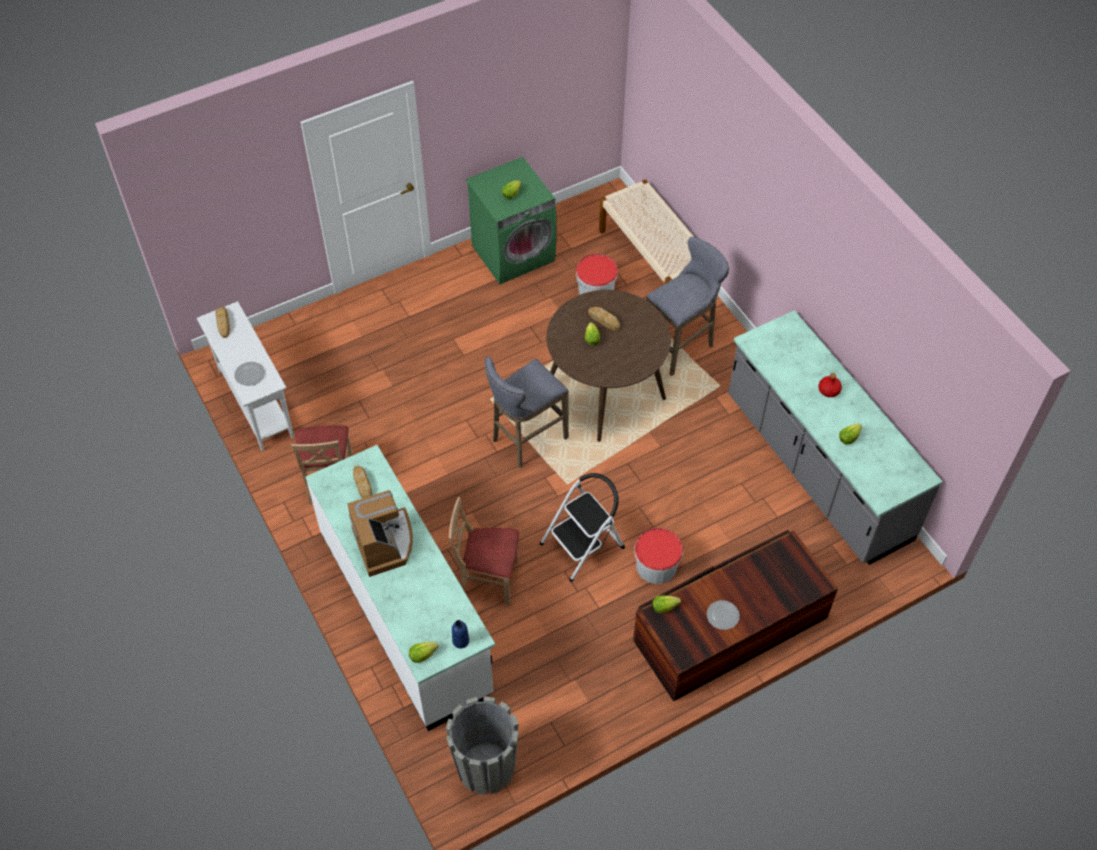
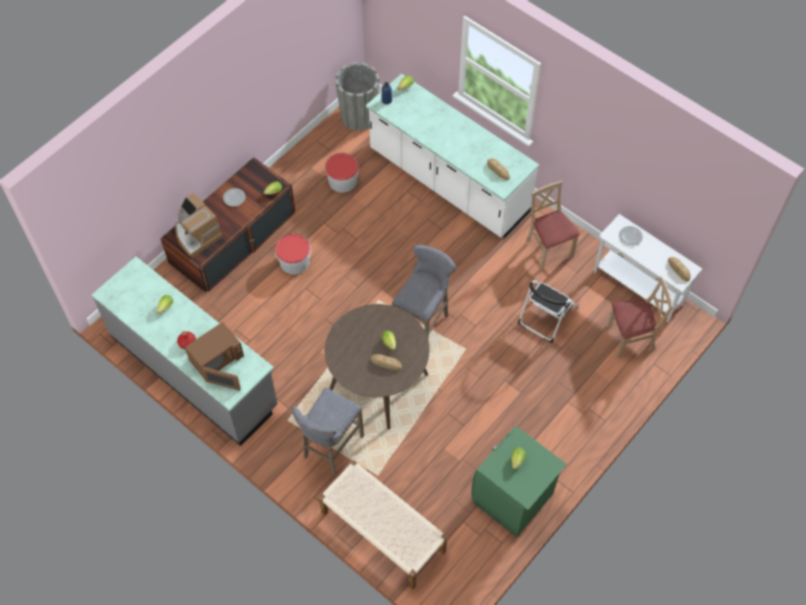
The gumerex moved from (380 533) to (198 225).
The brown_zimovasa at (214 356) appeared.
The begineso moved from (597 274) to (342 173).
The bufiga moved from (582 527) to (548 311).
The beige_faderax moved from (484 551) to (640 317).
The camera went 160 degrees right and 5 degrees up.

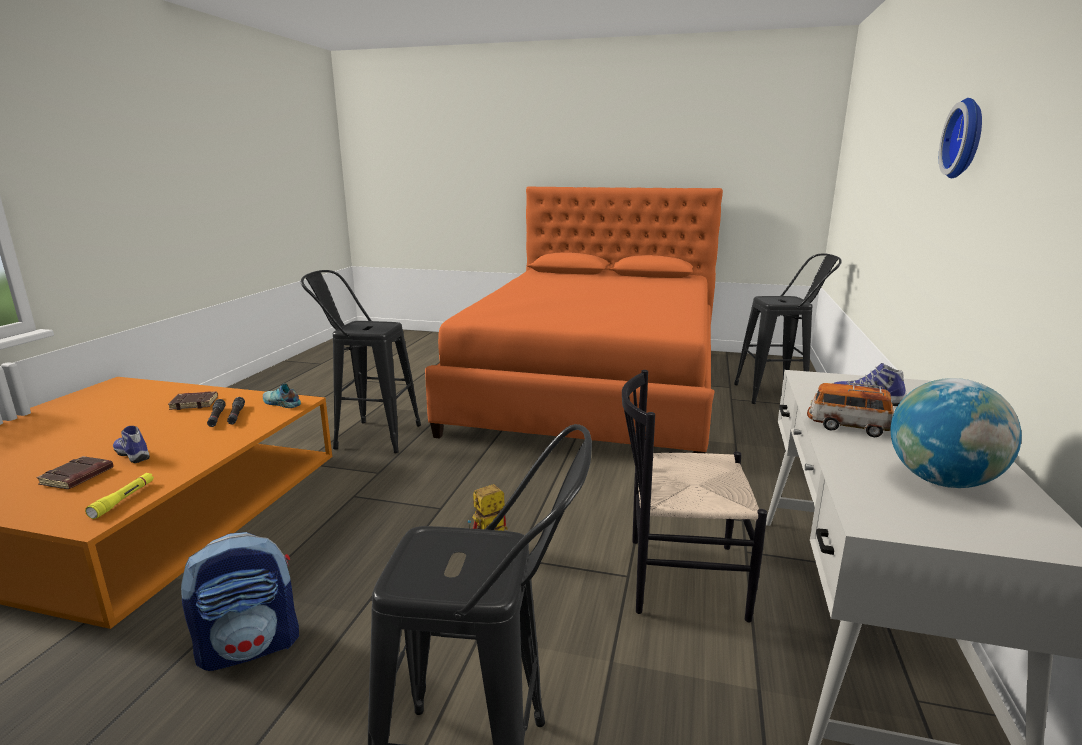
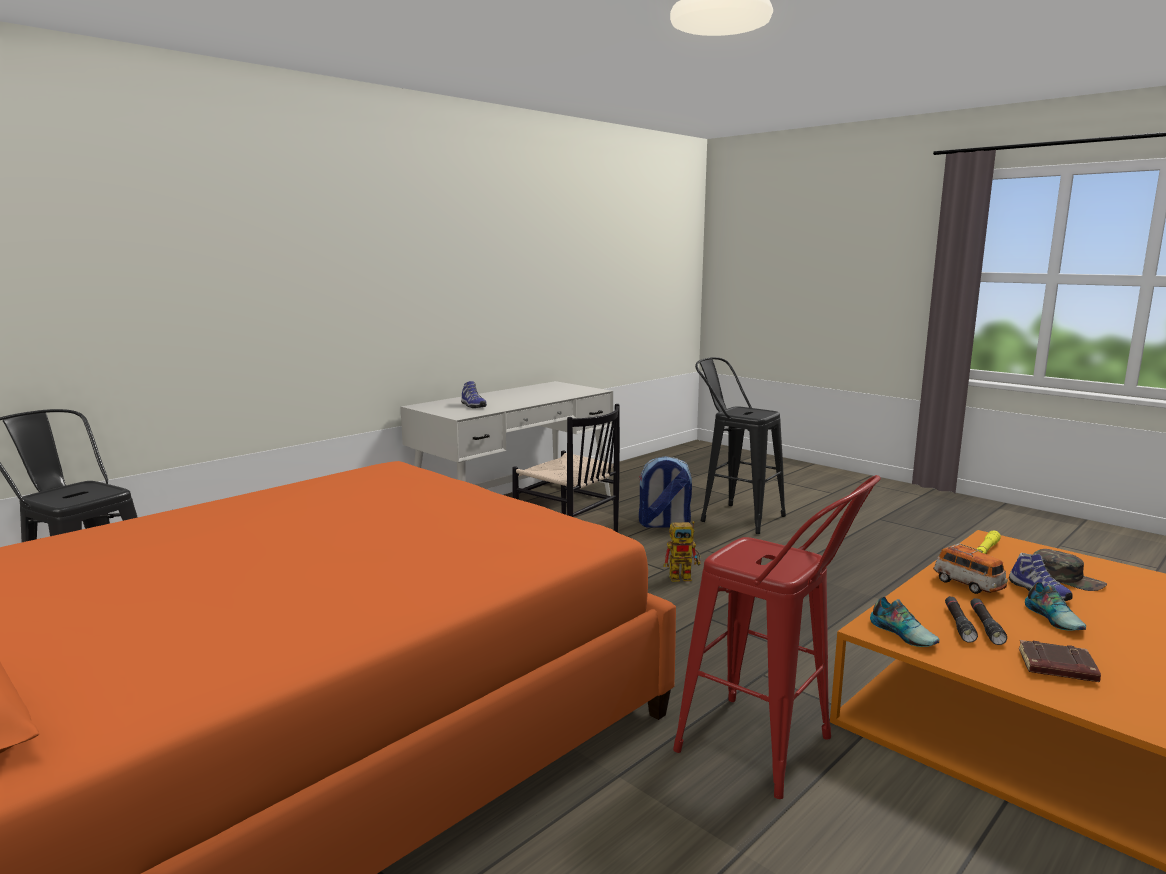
The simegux moved from (240 601) to (665 492).
The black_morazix at (361 361) became the red_morazix at (777 637).
The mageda moved from (850 410) to (970 568).
The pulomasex at (1055 606) appeared.
The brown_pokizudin at (75 472) was replaced by the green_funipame at (1070 570).
The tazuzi at (956 433) disappeared.
The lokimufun at (960 138) disappeared.
The camera went 150 degrees left and 5 degrees down.

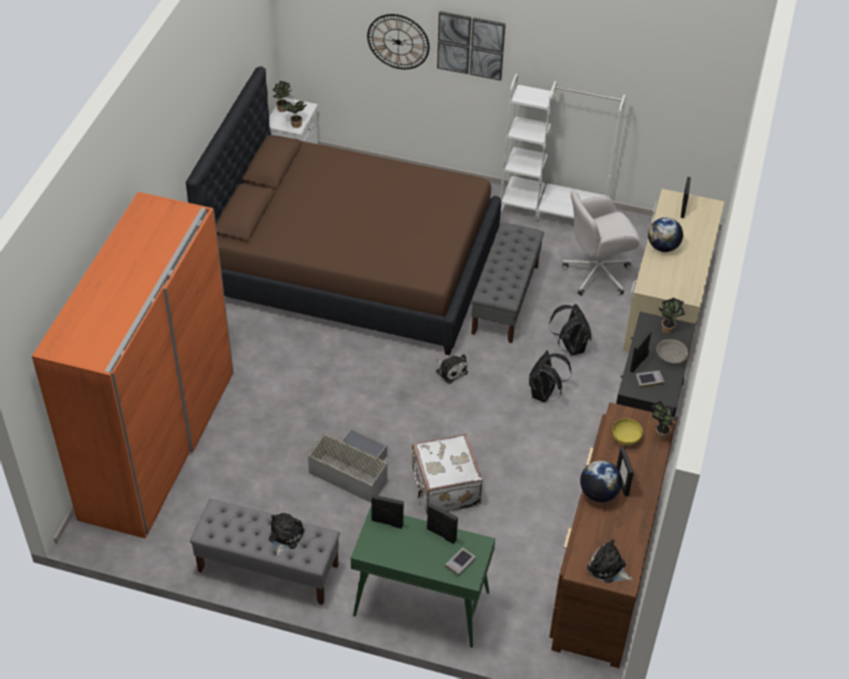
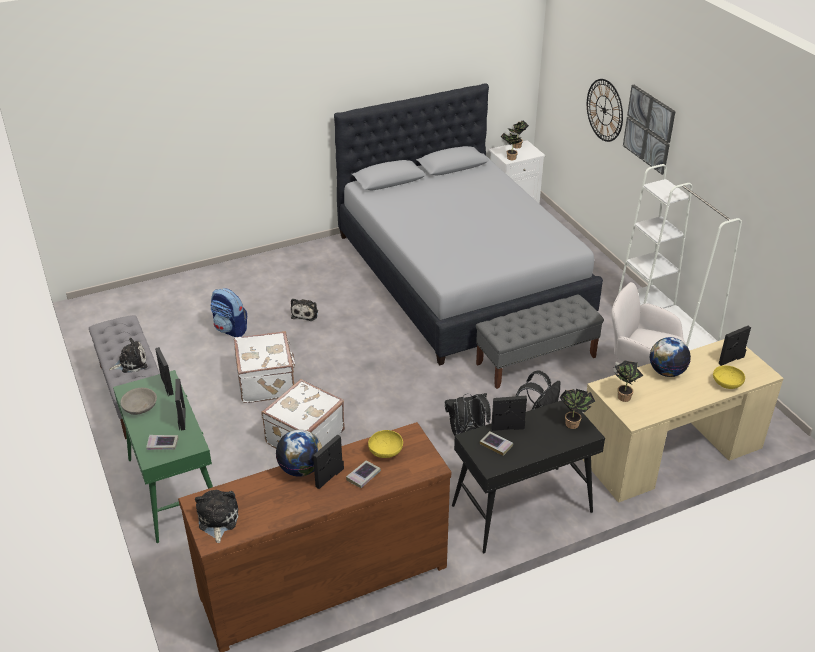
The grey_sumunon moved from (672 352) to (138 401).
The simegux at (228 312) appeared.
The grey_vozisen at (347 466) was replaced by the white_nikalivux at (264 367).
The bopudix moved from (451 369) to (304 309).
The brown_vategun at (343 210) became the grey_vategun at (468 224).
The pokizudin at (363 474) appeared.
The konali moved from (664 420) to (629 381).
The yellow_sumunon at (729 377) appeared.
The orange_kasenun at (133 365) disappeared.
The camera went 50 degrees right and 10 degrees down.

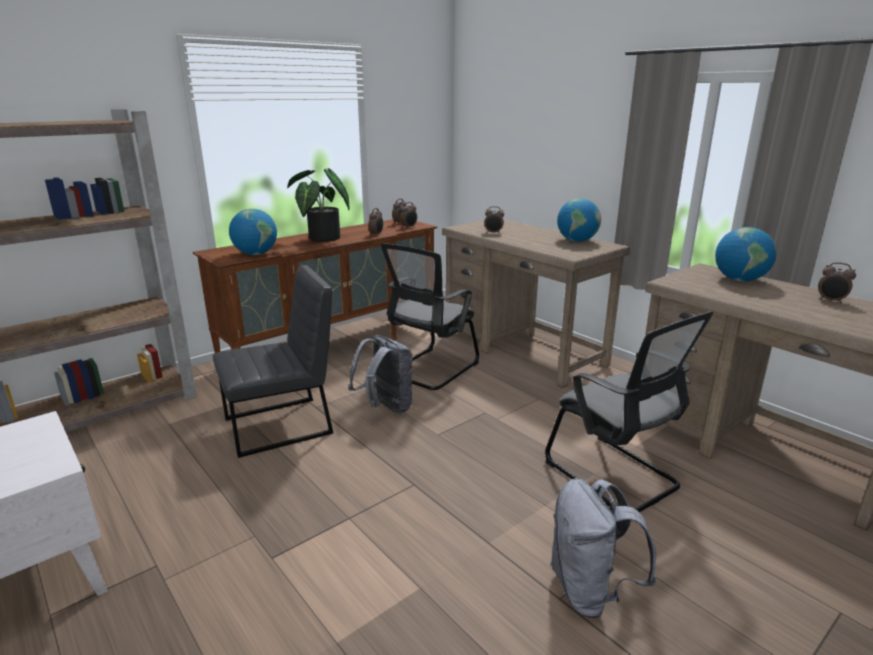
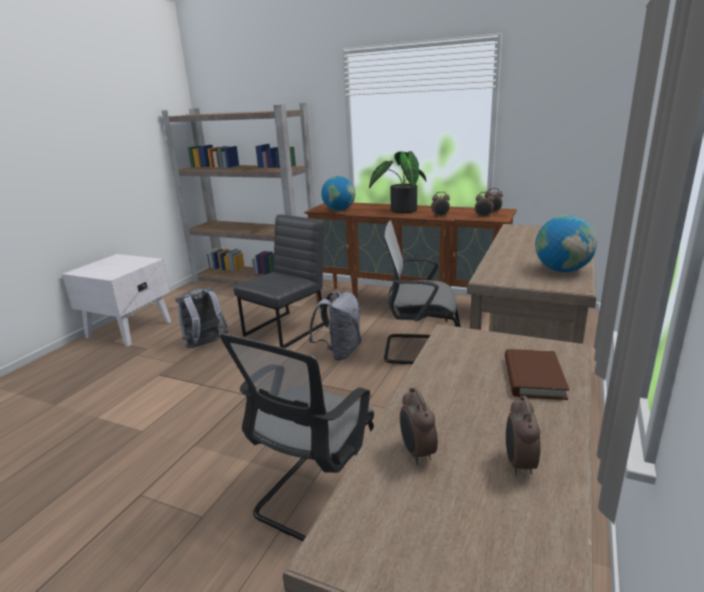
The grey_simegux moved from (603 548) to (202 317).
The grey_faderax at (273 361) turned 90 degrees counterclockwise.
The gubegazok moved from (494 220) to (419 426).
The tazuzi at (746 254) was replaced by the brown_pokizudin at (537 374).
The camera went 65 degrees right and 0 degrees up.

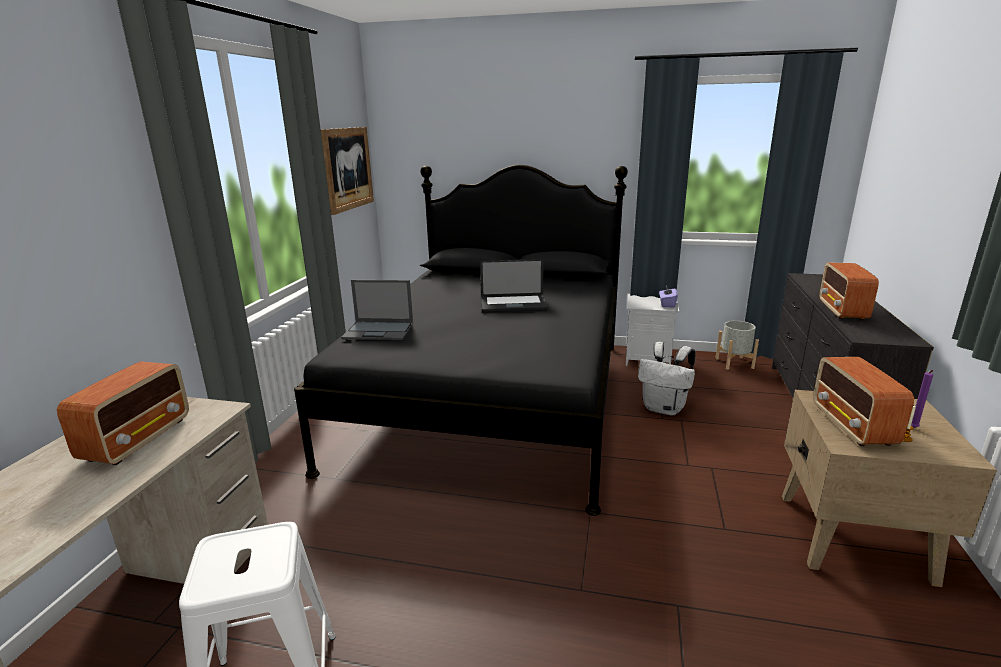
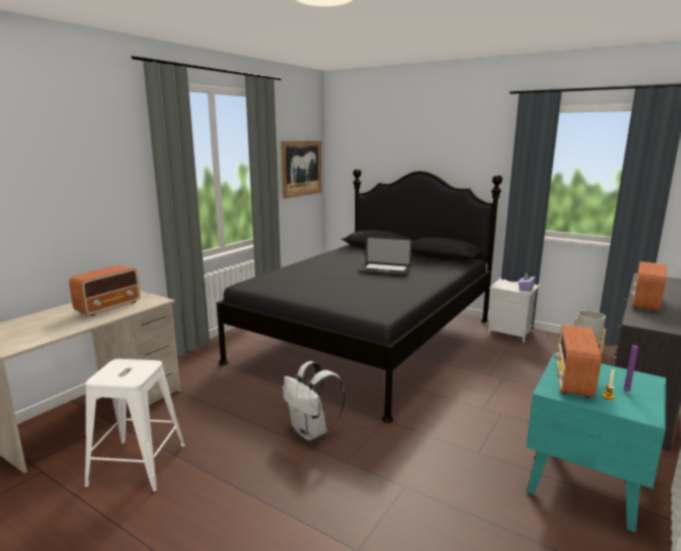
The white_simegux moved from (667 378) to (314 401).
The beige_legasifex at (889 488) became the turquoise_legasifex at (596 443).
The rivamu at (377 310) disappeared.
The camera went 20 degrees right and 5 degrees down.

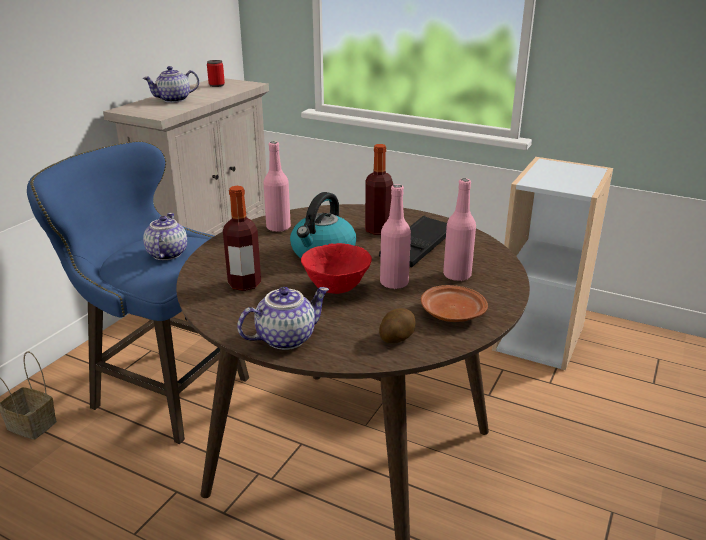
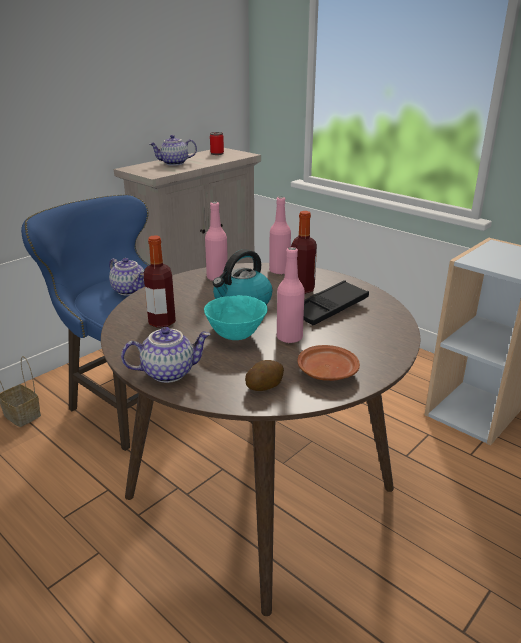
The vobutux at (165 236) turned 120 degrees clockwise.
The red_sumunon at (336 268) became the turquoise_sumunon at (235 317).
The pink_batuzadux moved from (459 229) to (280 236).
The camera went 15 degrees right and 0 degrees up.

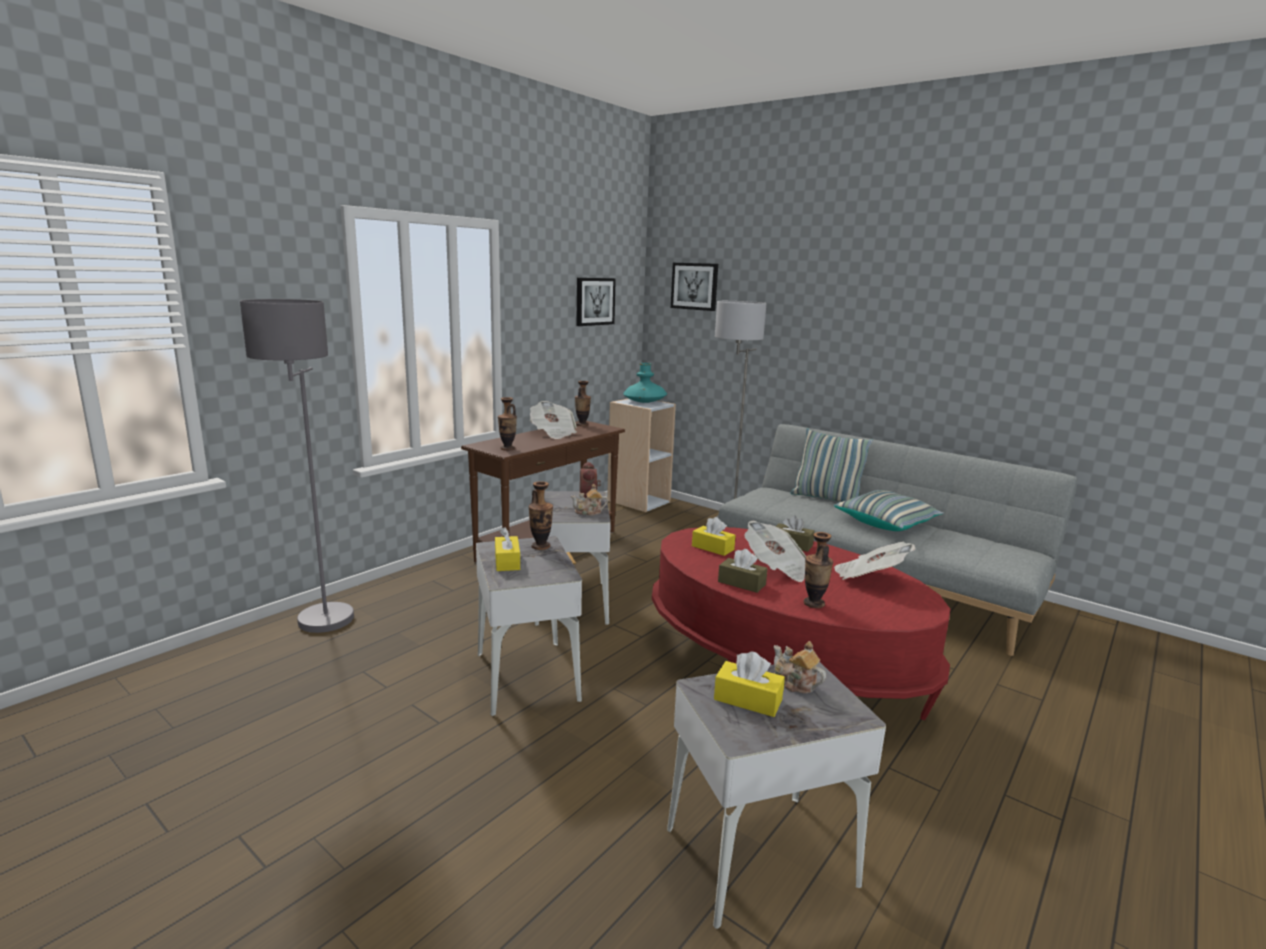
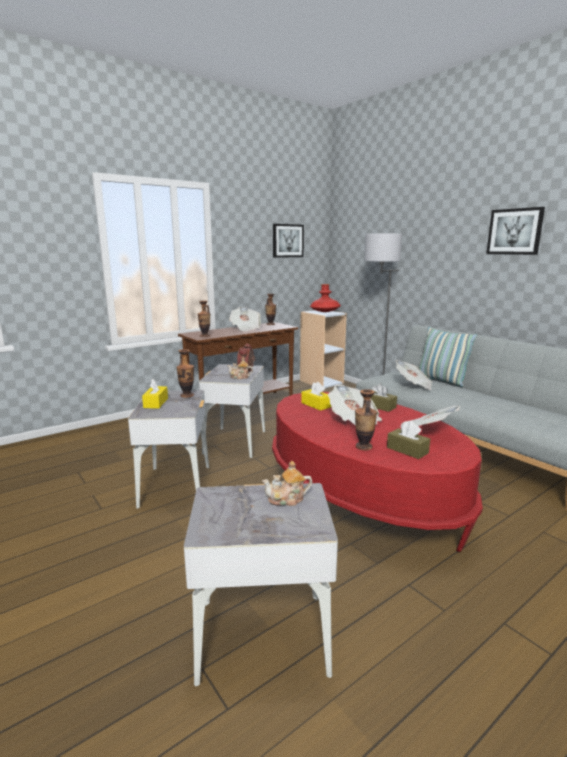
The vobutux at (799 667) turned 75 degrees counterclockwise.
The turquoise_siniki at (645 383) became the red_siniki at (325 298).
The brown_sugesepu moved from (743 571) to (408 440).
The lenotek at (414 375) appeared.
The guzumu moved from (694 287) to (515 231).
The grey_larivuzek at (297 466) disappeared.
The yellow_sugesepu at (749 684) disappeared.
The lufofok at (889 510) disappeared.
The camera went 15 degrees right and 0 degrees up.

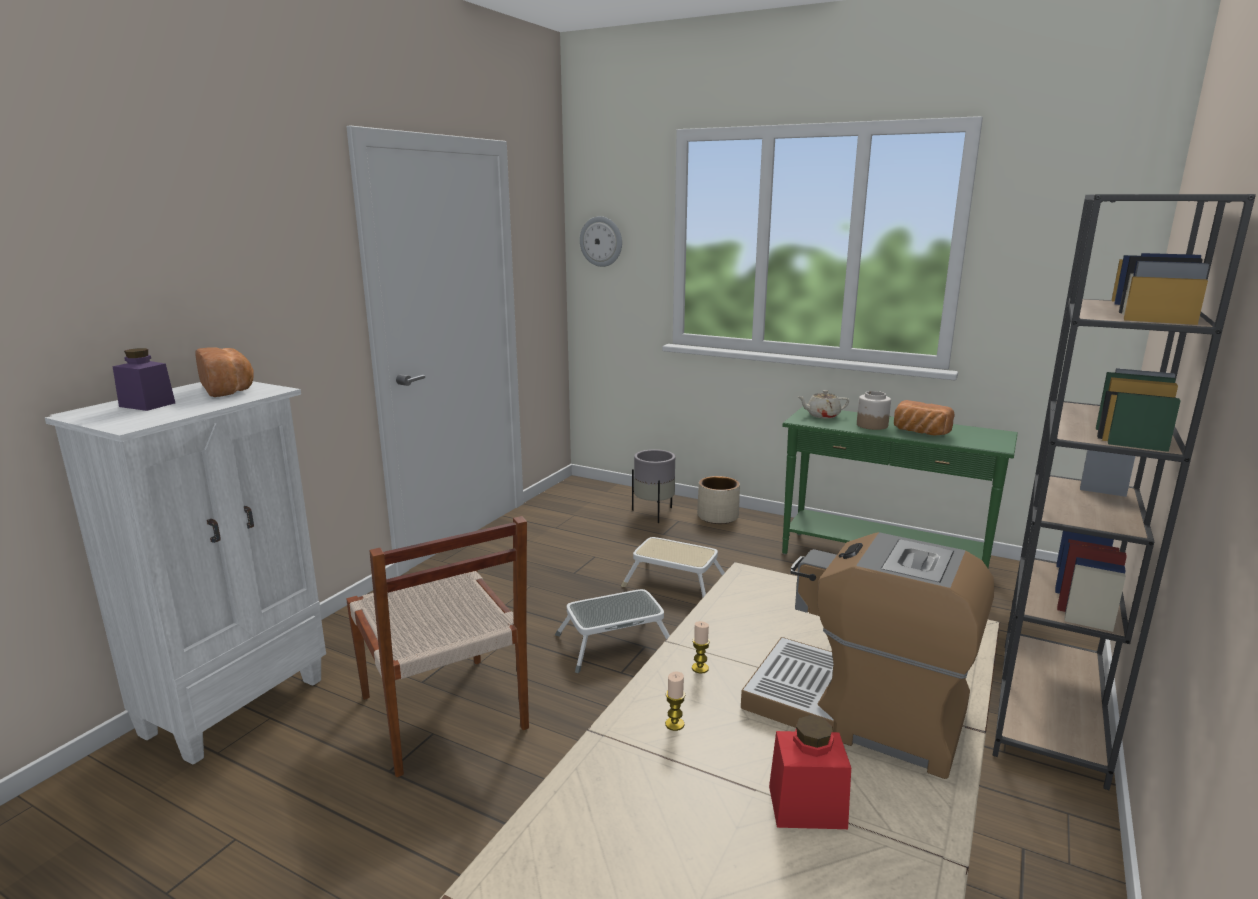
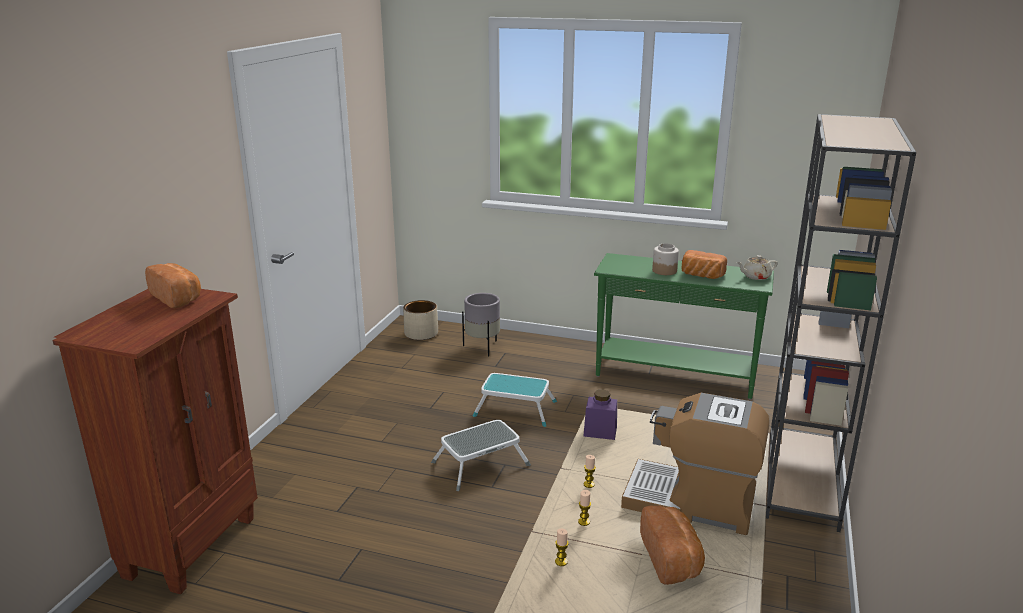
The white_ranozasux at (185 572) became the brown_ranozasux at (155 441).
The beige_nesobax moved from (718 500) to (420 320).
The beige_bufiga at (673 567) became the turquoise_bufiga at (515 400).
The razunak at (562 547) appeared.
The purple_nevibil moved from (144 379) to (600 414).
The red_nevibil at (810 772) was replaced by the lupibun at (672 545).
The beige_vobutux moved from (823 404) to (757 267).
The faderax at (437 646) disappeared.
The lokimufun at (601 241) disappeared.
The camera went 10 degrees left and 5 degrees up.

